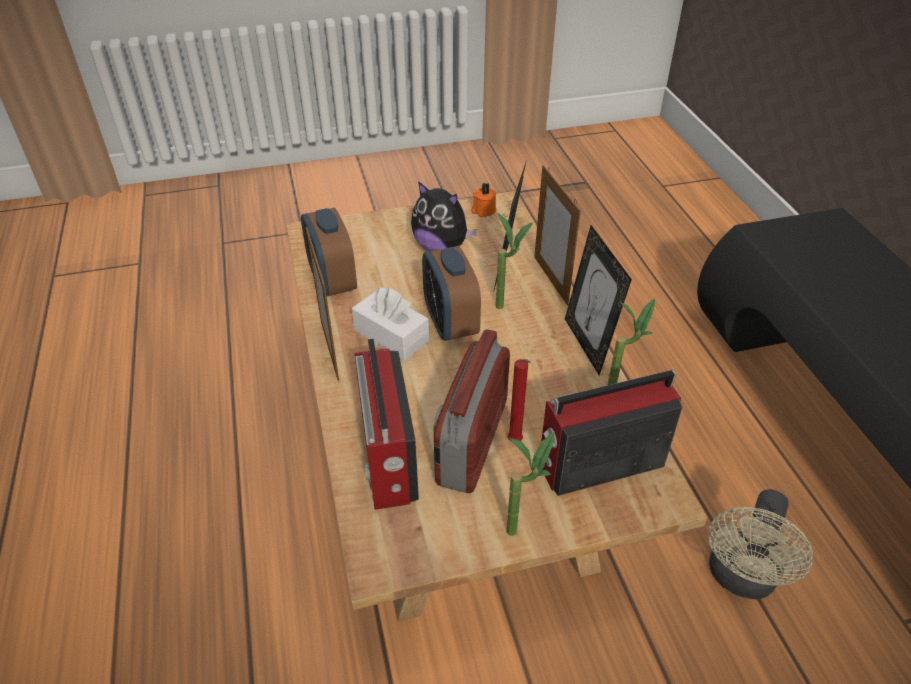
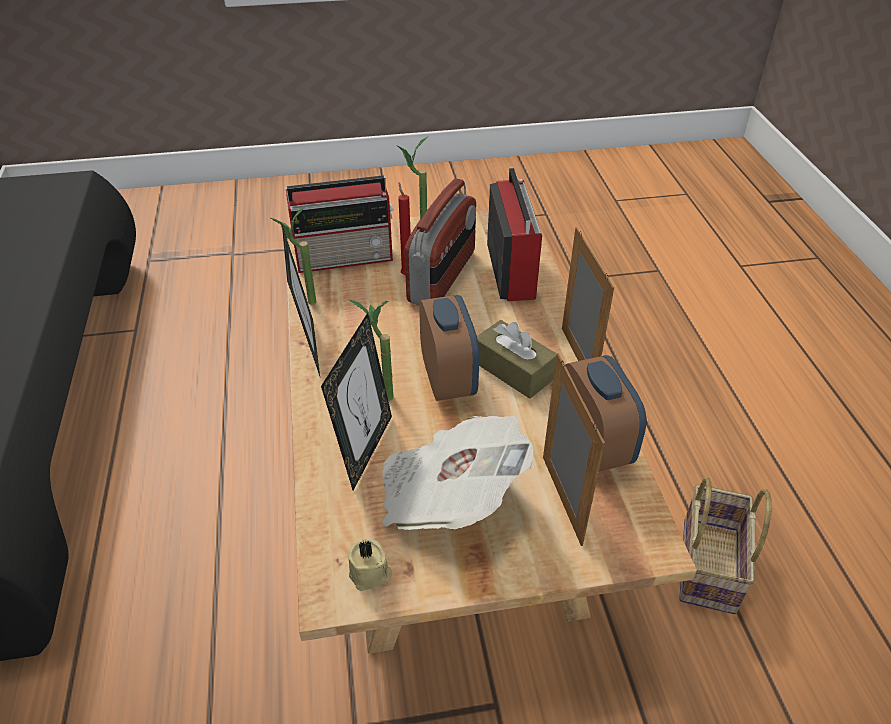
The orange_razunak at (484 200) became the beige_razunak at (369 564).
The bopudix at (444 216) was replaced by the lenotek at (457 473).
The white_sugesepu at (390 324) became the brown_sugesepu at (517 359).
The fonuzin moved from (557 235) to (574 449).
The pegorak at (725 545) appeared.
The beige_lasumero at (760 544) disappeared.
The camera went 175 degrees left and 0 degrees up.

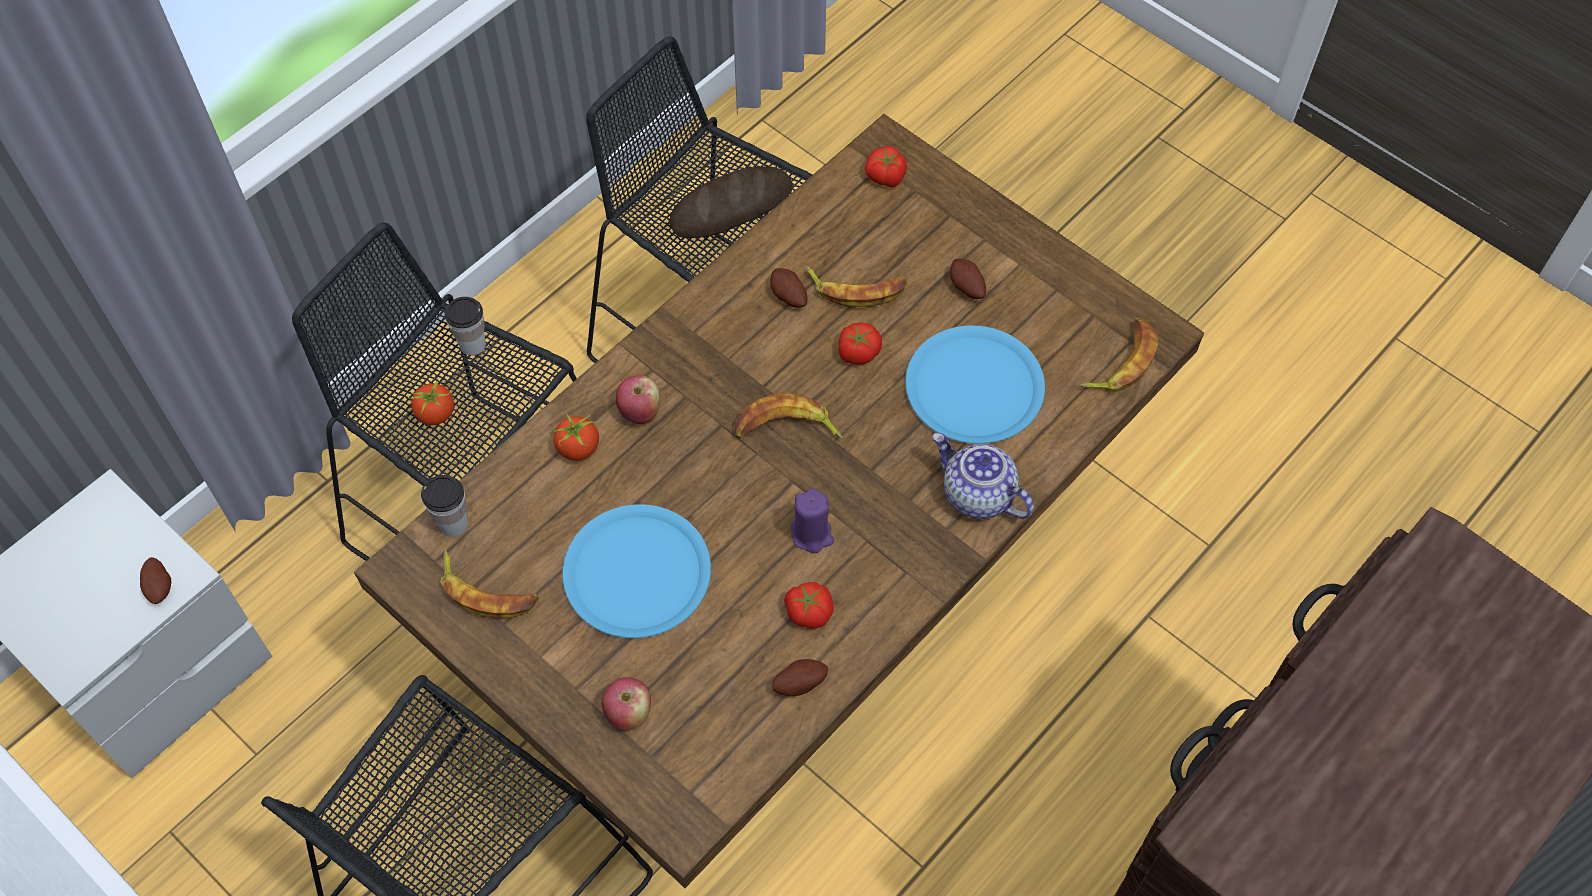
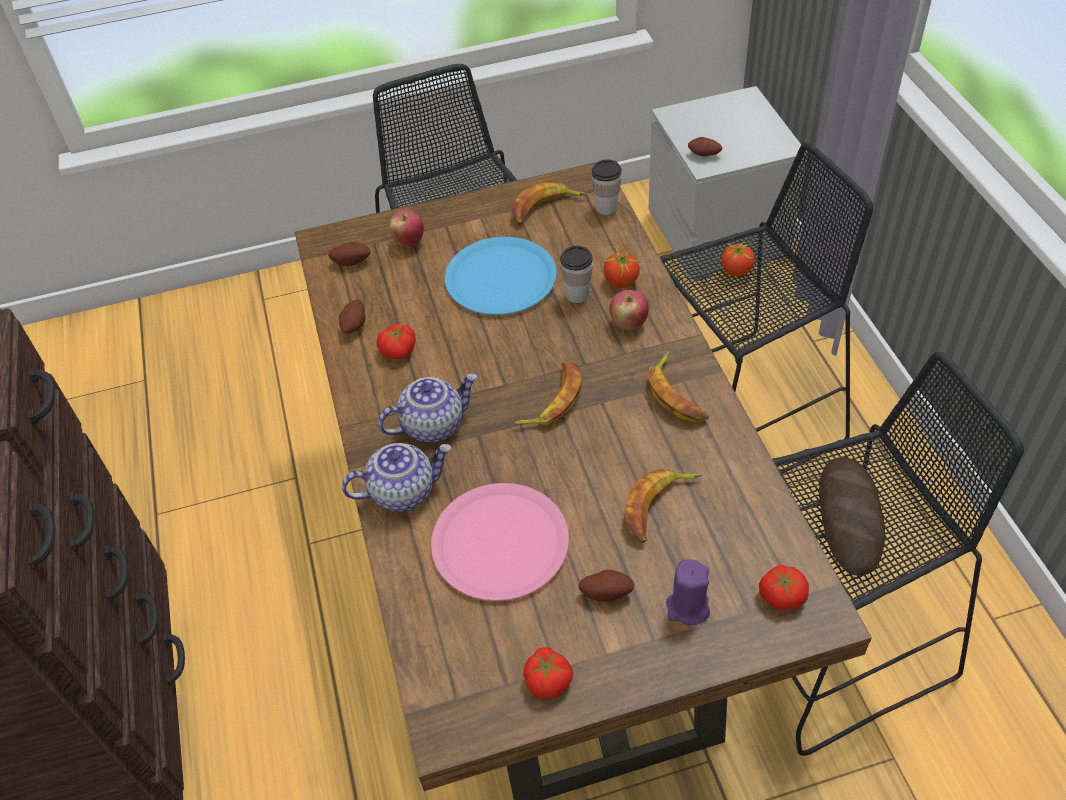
The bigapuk moved from (788 288) to (349 254).
The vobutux at (428 407) appeared.
The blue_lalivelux at (975 385) became the pink_lalivelux at (500 542).
The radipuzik moved from (860 343) to (548 672).
The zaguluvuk moved from (465 326) to (576 274).
The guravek moved from (1118 354) to (678 387).
The purple_razunak moved from (812 520) to (688 592).
The camera went 125 degrees right and 10 degrees down.

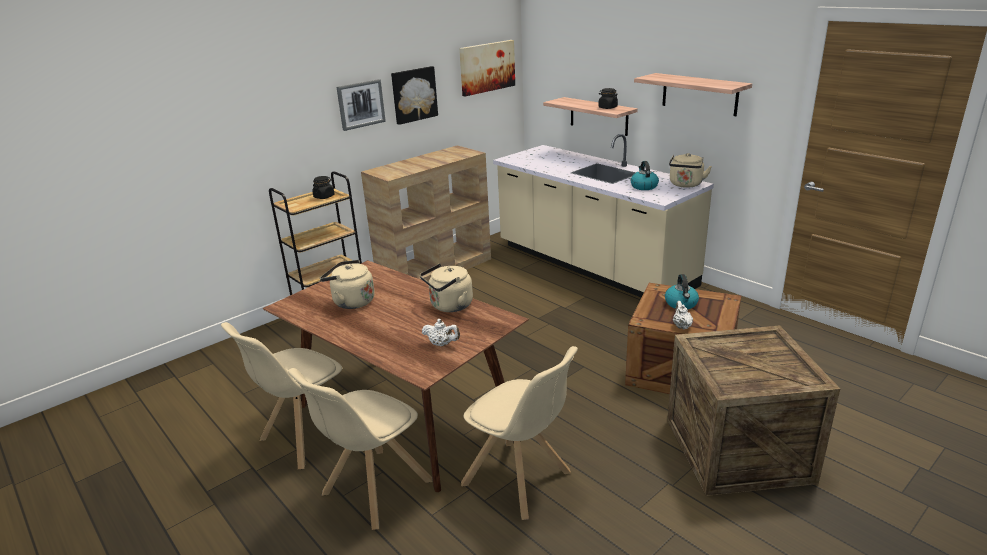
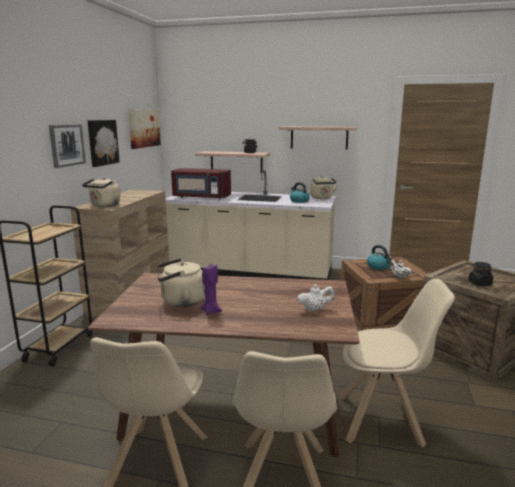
The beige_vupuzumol moved from (446 288) to (101 192).
The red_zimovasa at (201 184) appeared.
The purple_razunak at (211 289) appeared.
The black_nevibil moved from (323 187) to (480 274).
The camera went 35 degrees left and 10 degrees down.

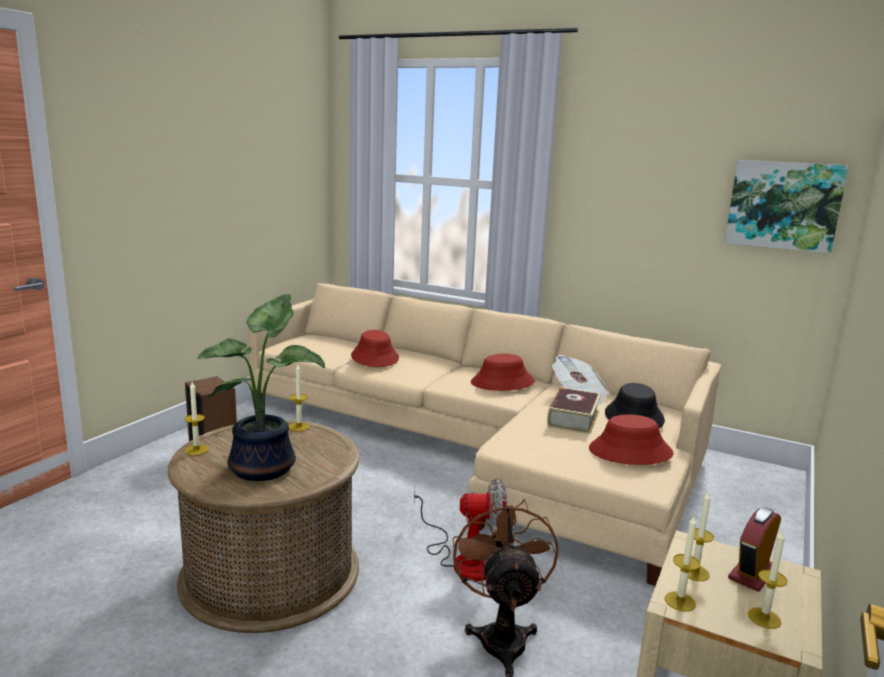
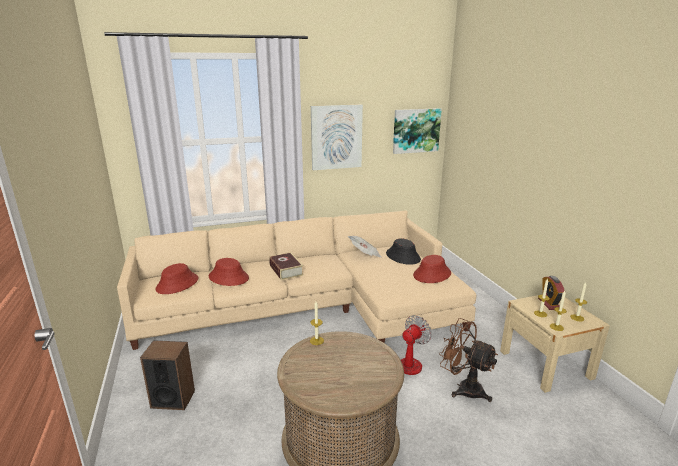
The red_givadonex moved from (503 372) to (176 278).
The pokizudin moved from (574 410) to (286 266).
The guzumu at (337 137) appeared.
The razunak at (196 418) disappeared.
The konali at (261 387) disappeared.
The camera went 45 degrees left and 5 degrees up.

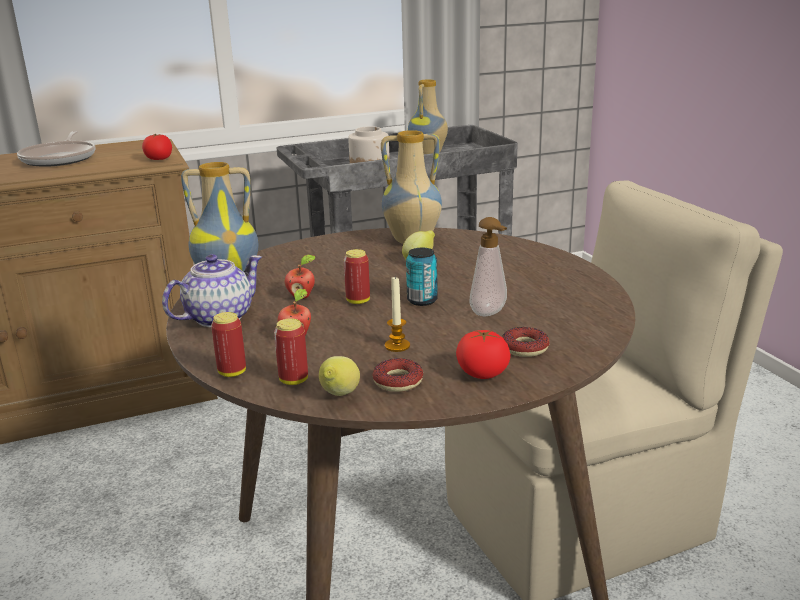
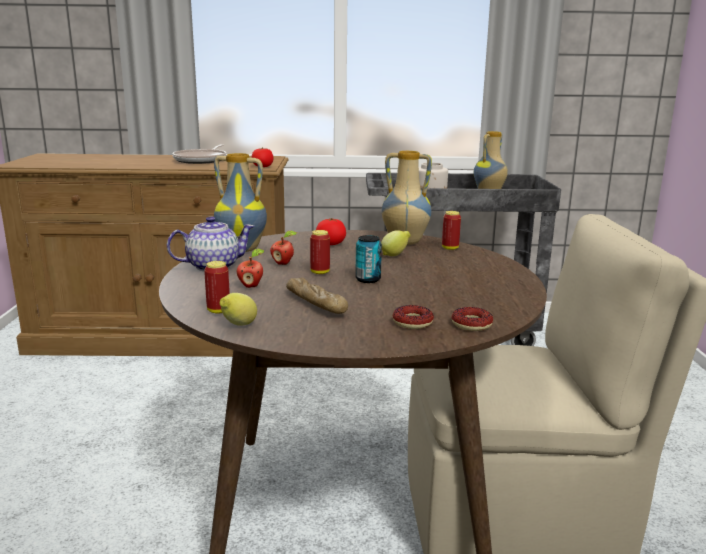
The razunak at (397 314) was replaced by the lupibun at (317 296).
The radipuzik moved from (483 354) to (331 231).
The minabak moved from (228 344) to (451 230).
The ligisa moved from (398 375) to (472 319).
The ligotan at (488 266) disappeared.
The camera went 20 degrees right and 5 degrees down.

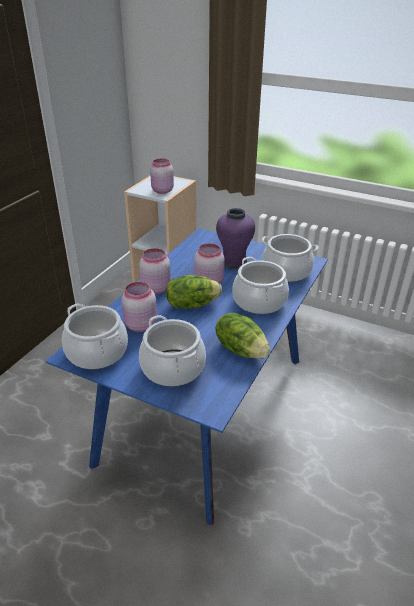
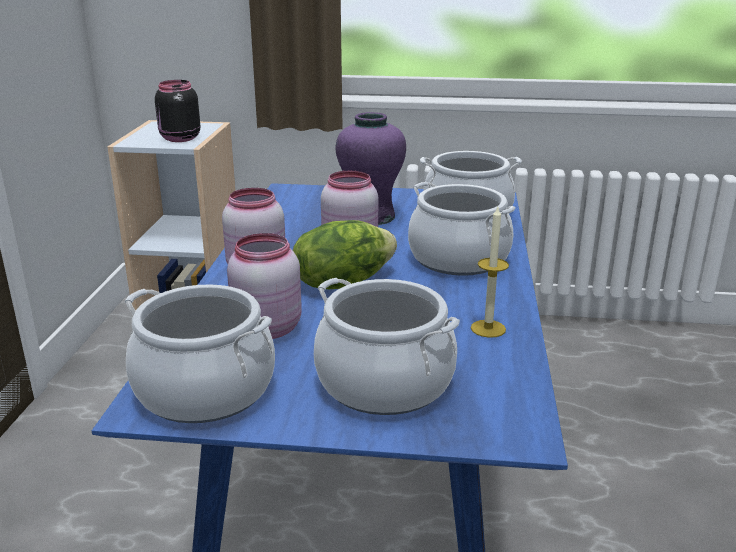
The pink_nevibil at (162 176) became the black_nevibil at (177 111).
The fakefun at (243 335) was replaced by the razunak at (490 272).
The camera went 20 degrees left and 10 degrees down.

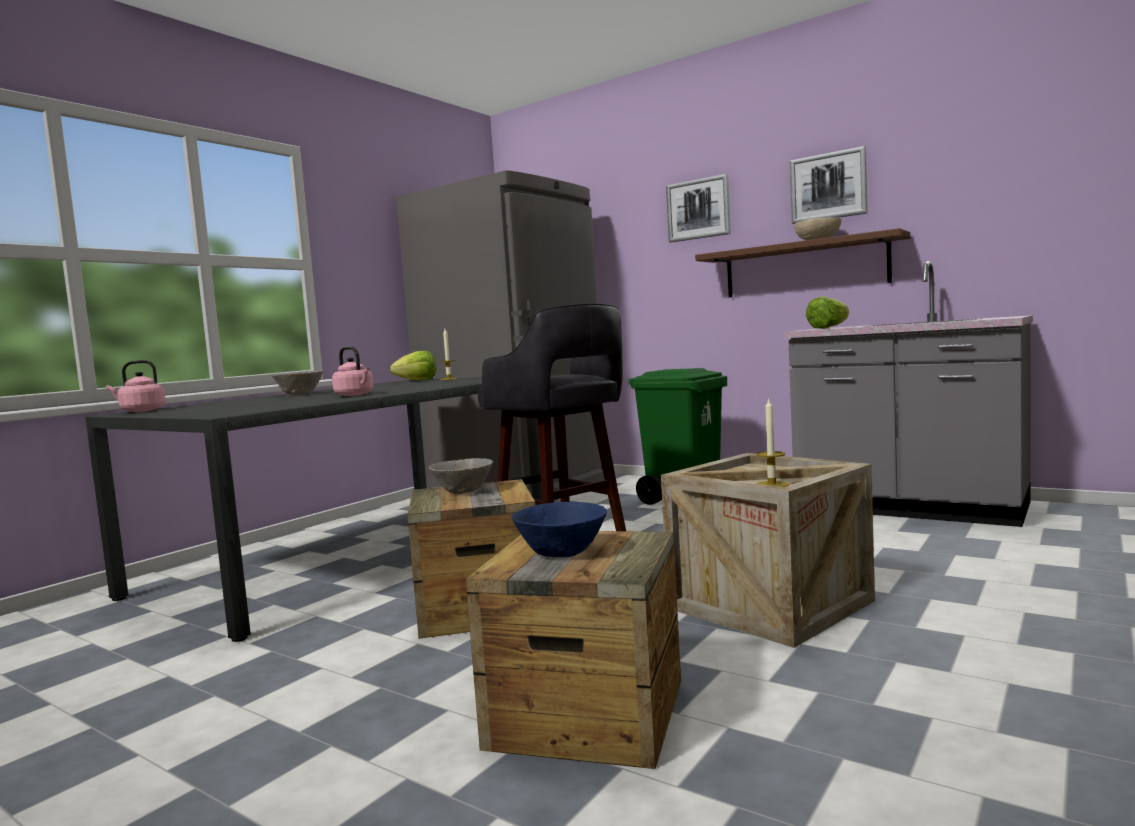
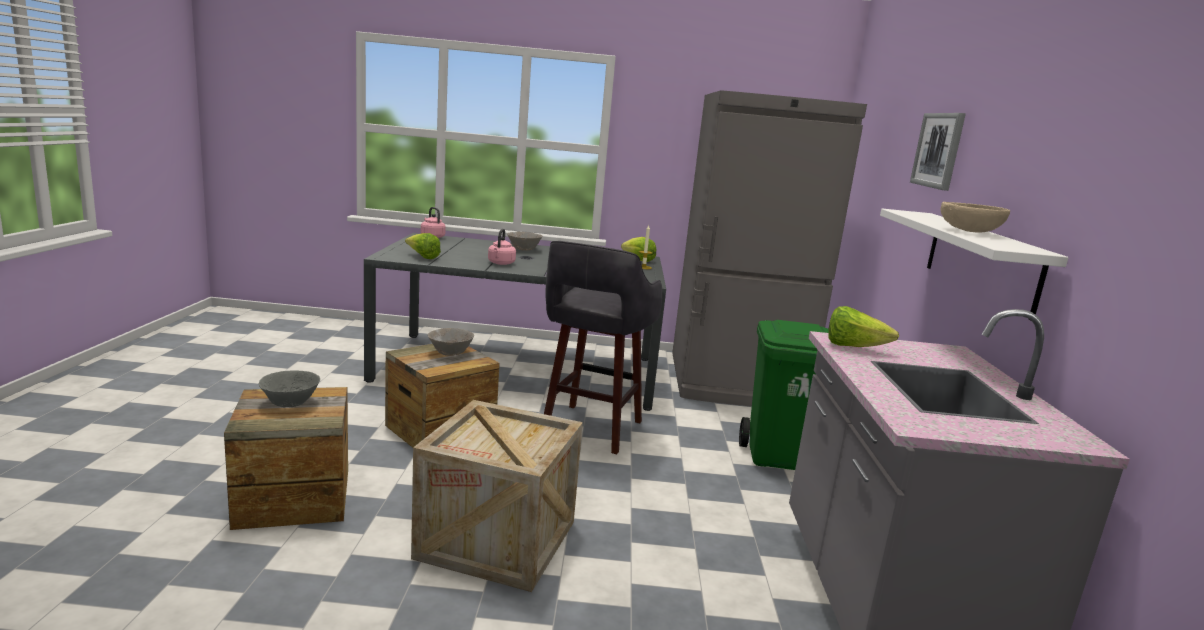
The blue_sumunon at (559 529) became the grey_sumunon at (289 389).
The fakefun at (423 246) appeared.
The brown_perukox at (802 262) became the white_perukox at (974 265).
The razunak at (772 442) disappeared.
The guzumu at (829 185) disappeared.
The camera went 55 degrees right and 10 degrees up.

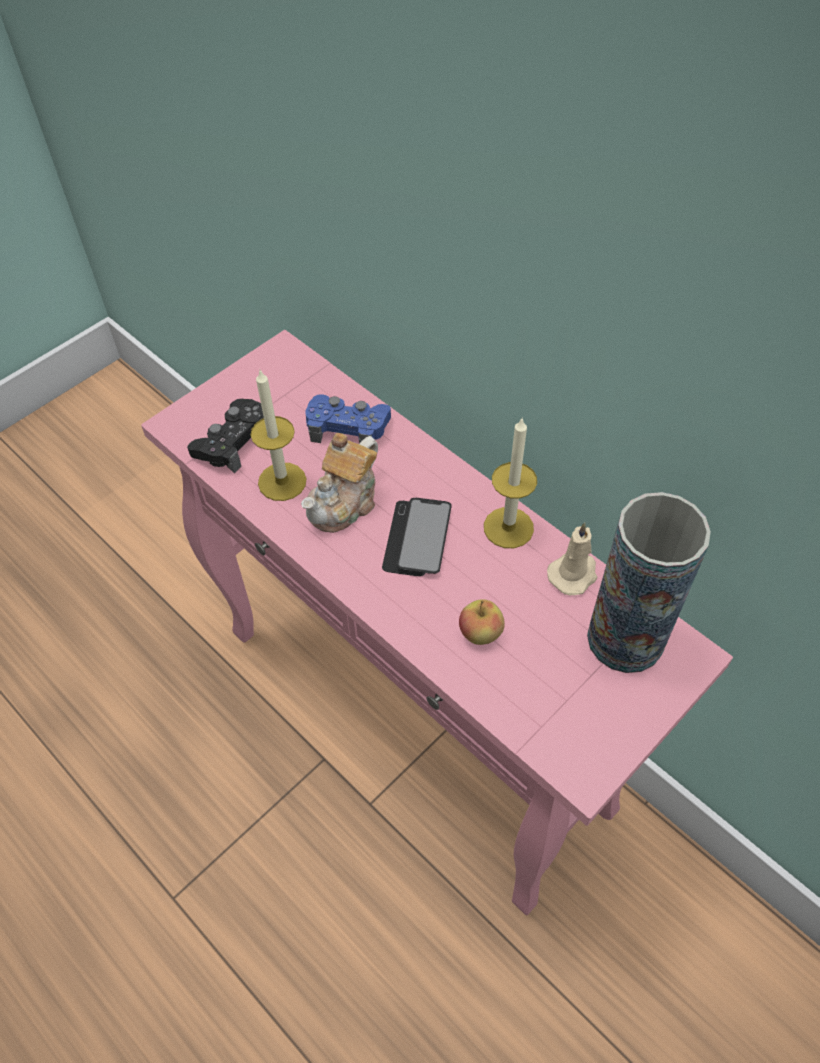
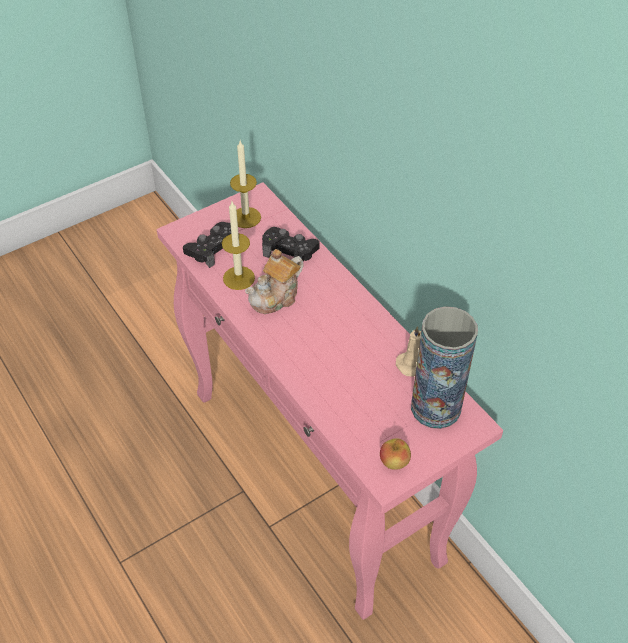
The razunak moved from (510 482) to (245 184).
The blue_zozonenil at (348 418) became the black_zozonenil at (290 244).
The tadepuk moved from (482 622) to (395 454).
The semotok at (417 537) disappeared.
The camera went 10 degrees right and 5 degrees down.

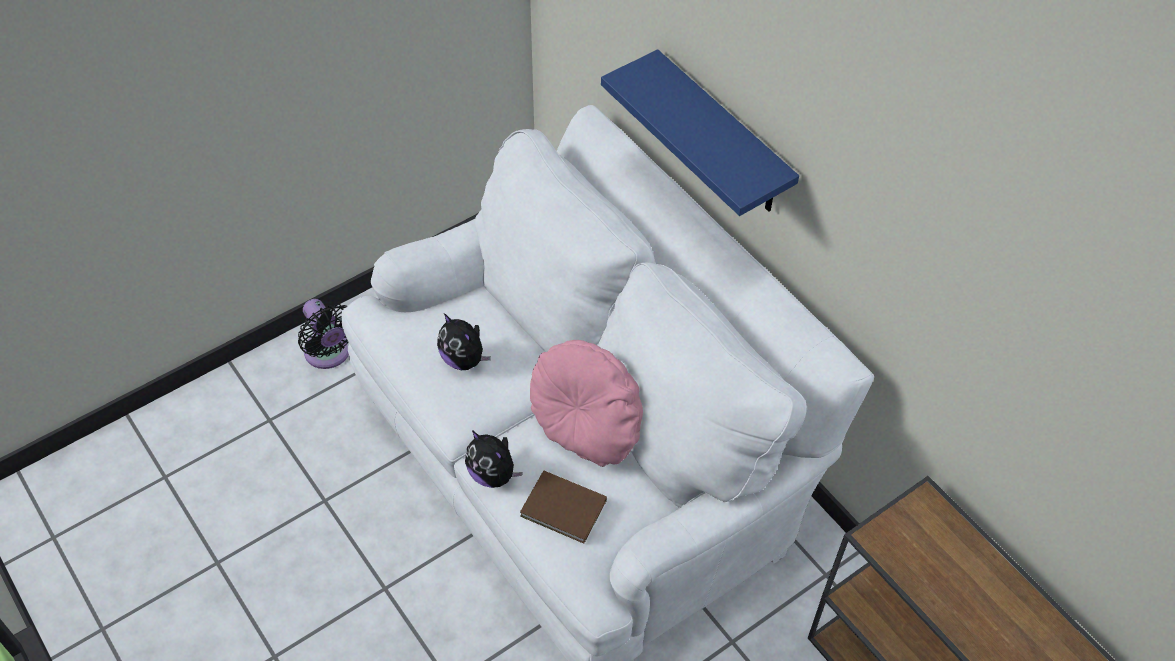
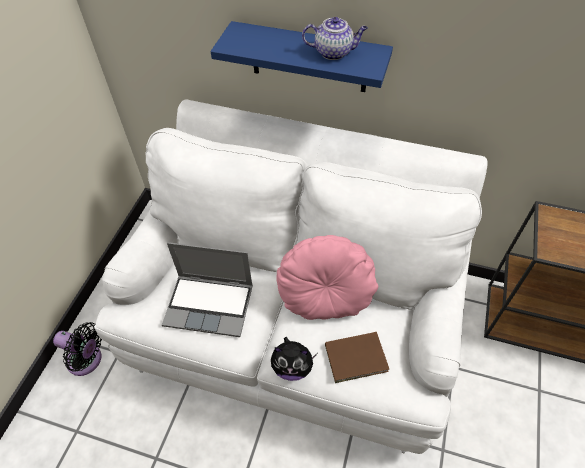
The bopudix at (464 341) was replaced by the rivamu at (207 289).
The vobutux at (335 38) appeared.
The camera went 35 degrees left and 0 degrees up.

